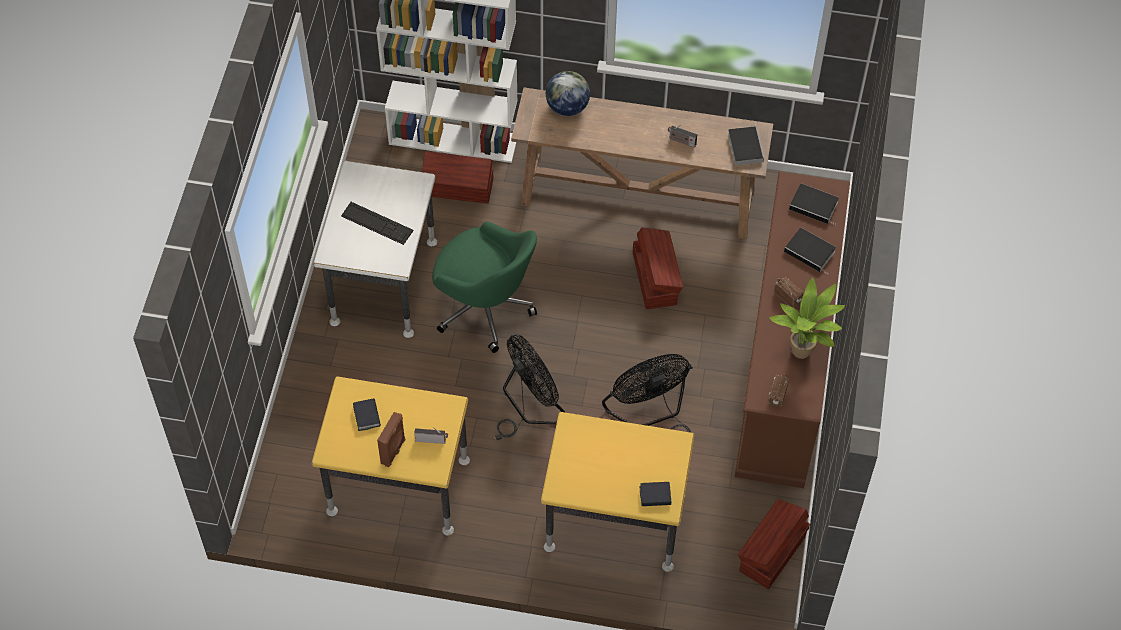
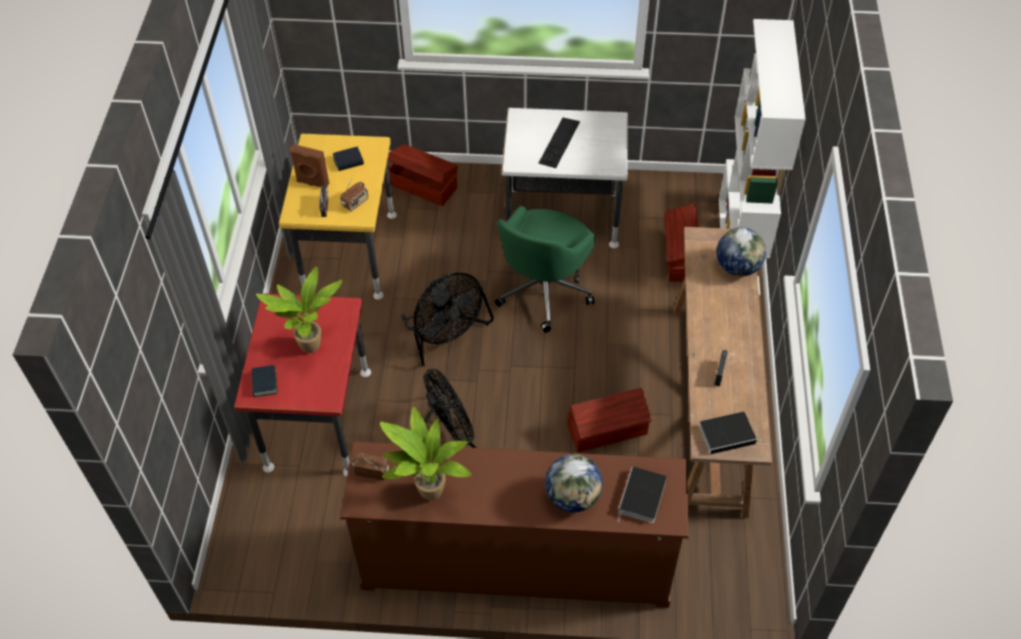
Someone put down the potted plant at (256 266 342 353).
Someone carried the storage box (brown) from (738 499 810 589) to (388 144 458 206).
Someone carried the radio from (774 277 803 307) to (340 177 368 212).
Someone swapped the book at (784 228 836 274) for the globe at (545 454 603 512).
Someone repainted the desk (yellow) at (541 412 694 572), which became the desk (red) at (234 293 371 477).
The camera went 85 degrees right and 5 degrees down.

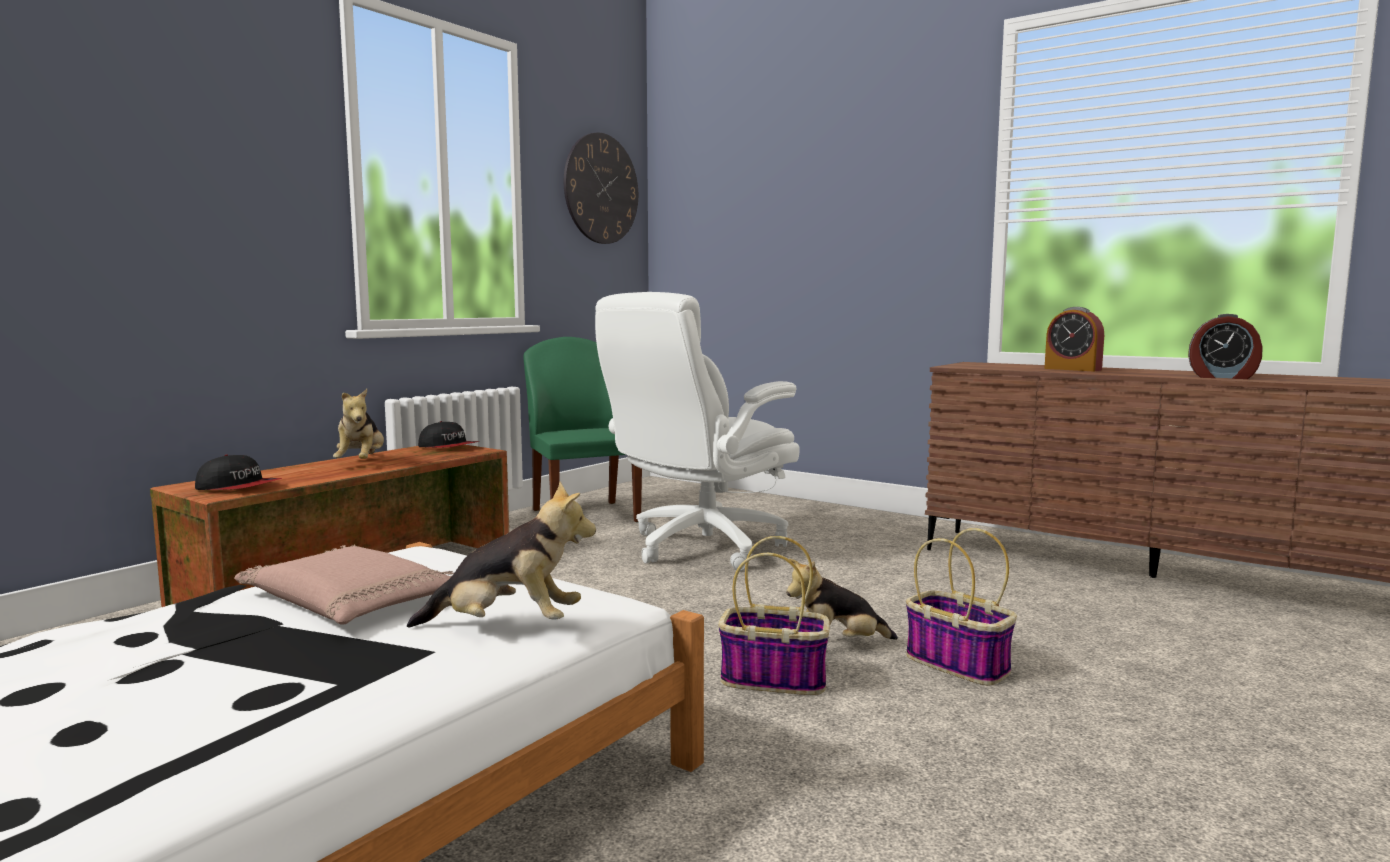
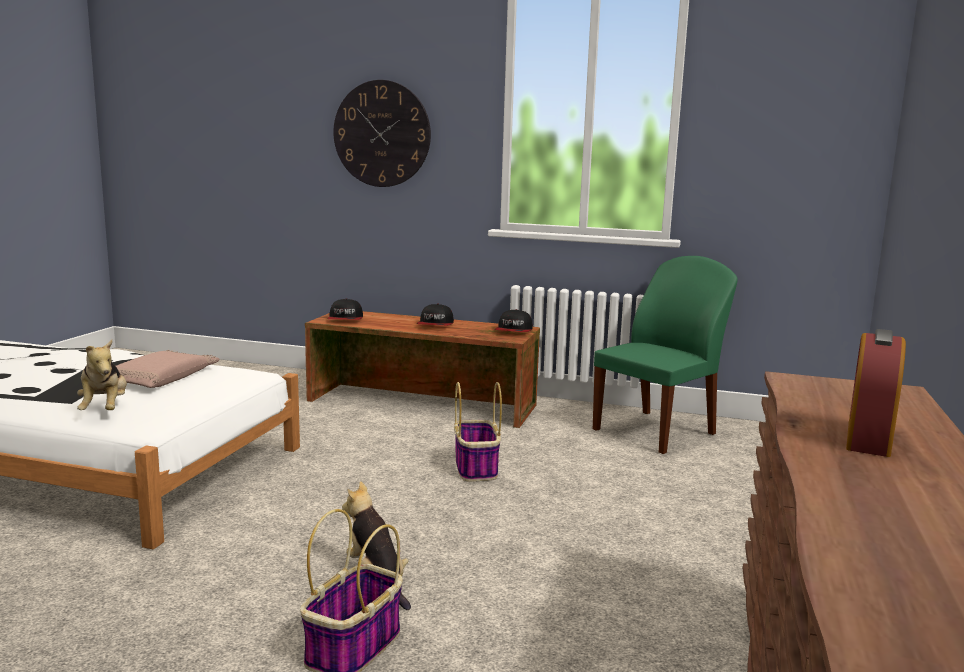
Someone took away the office chair (white) at (595 292 800 571).
Someone took away the alarm clock at (1188 314 1263 379).
Someone carried the wall clock from (564 132 638 244) to (333 80 431 187).
Someone carried the basket from (718 536 830 695) to (454 382 502 482).
Someone swapped the plush toy at (333 389 384 459) for the cap at (417 304 454 326).
The camera went 70 degrees right and 5 degrees up.

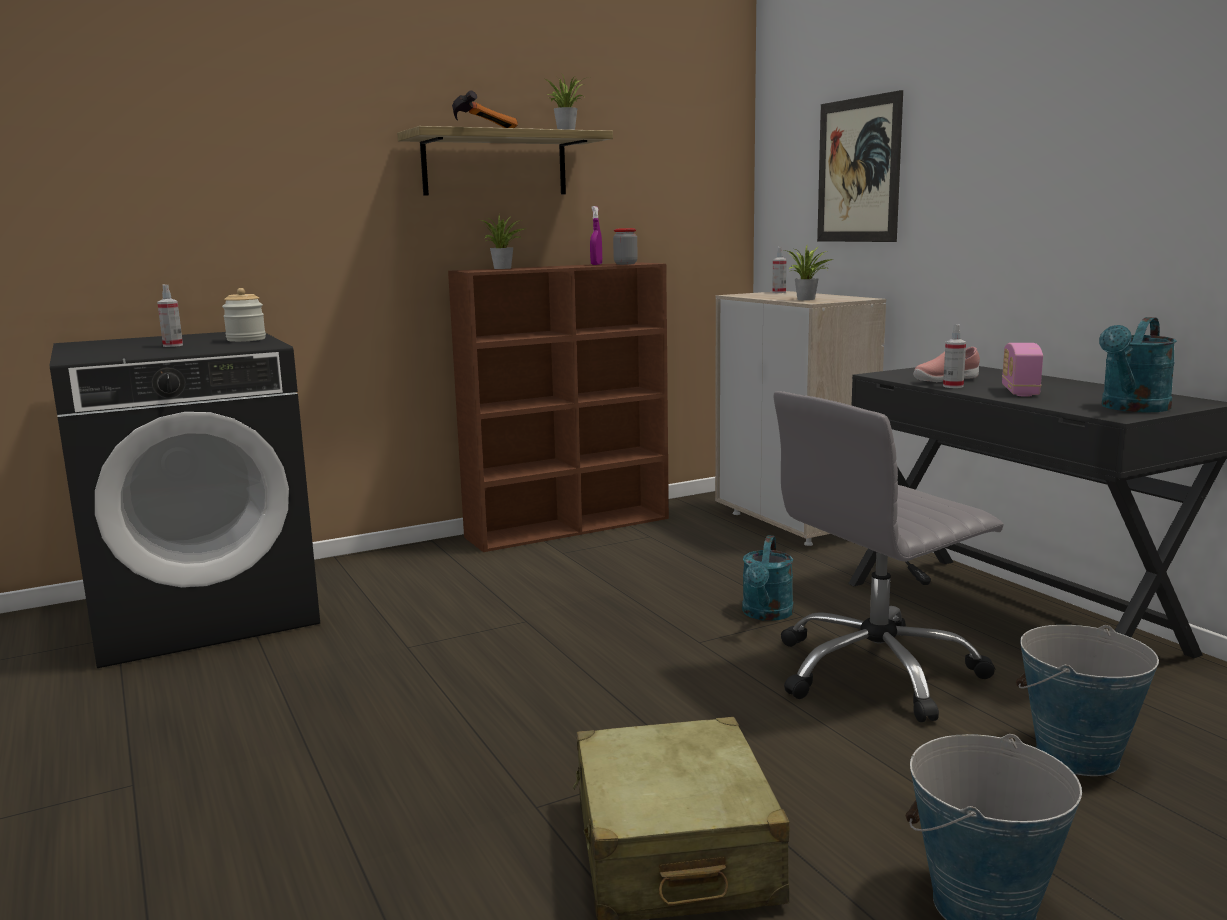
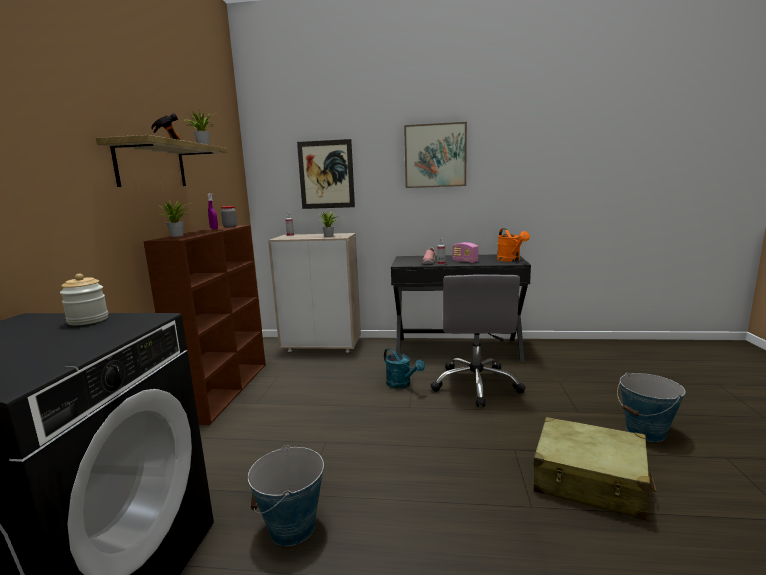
Someone took away the spray bottle at (157 285 183 347).
Someone put up the picture at (404 122 467 188).
Someone carried the bucket from (1016 625 1159 776) to (248 445 324 546).
Someone repainted the watering can (turquoise) at (1099 317 1177 413), which became the watering can (orange) at (497 228 530 262).
The camera went 55 degrees left and 0 degrees up.

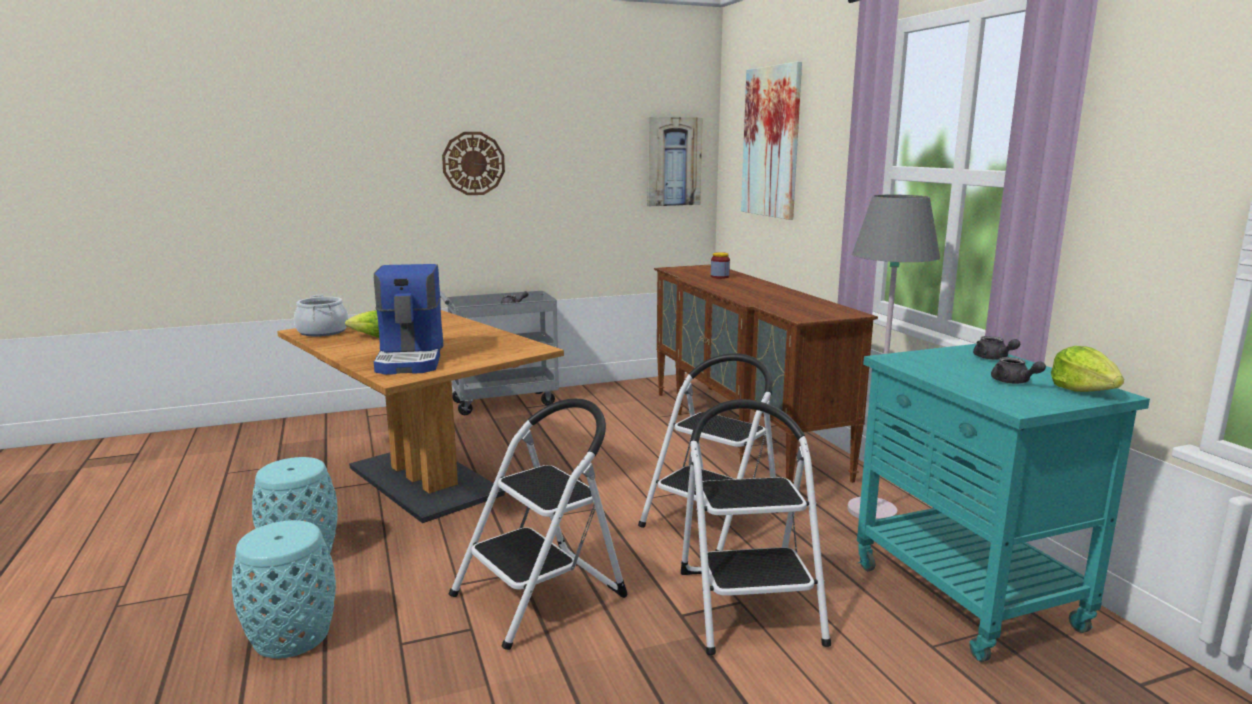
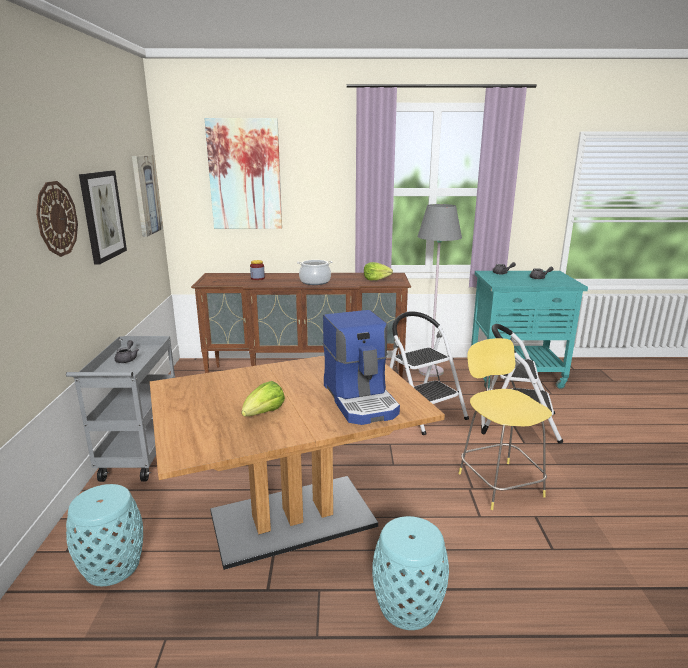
Someone put up the picture at (79 171 127 265).
Someone carried the stool (turquoise) from (232 520 336 658) to (66 484 143 586).
Someone carried the cooking pot from (294 295 348 337) to (297 260 332 285).
Someone carried the lettuce from (1051 346 1124 392) to (364 262 393 280).
Someone swapped the step ladder at (449 399 627 650) for the stool (yellow) at (458 338 552 510).
Someone rotated the coffee machine at (374 264 443 375) by 60 degrees clockwise.
The camera went 70 degrees left and 5 degrees up.

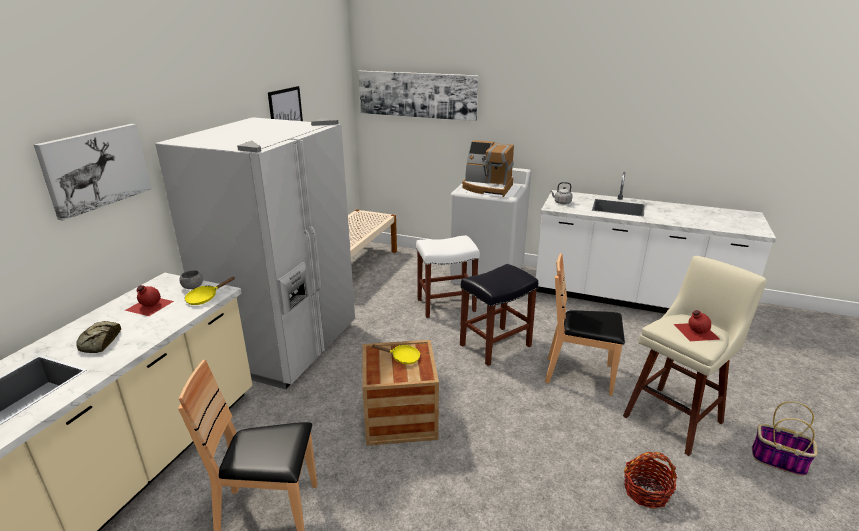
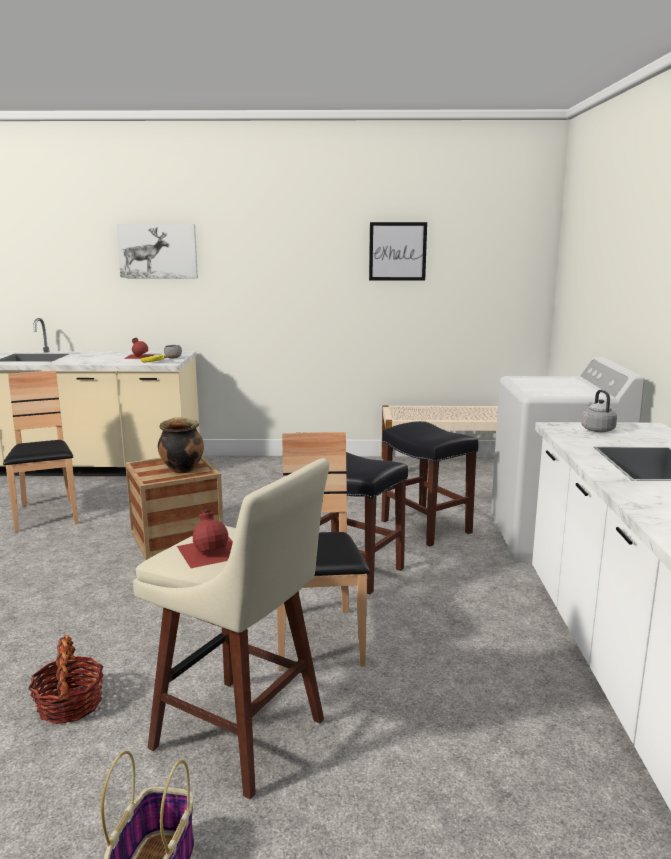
Someone took away the bread at (76 321 121 353).
Someone took away the fridge (white) at (155 117 355 390).
Someone took away the picture at (358 71 478 121).
Someone took away the coffee machine at (462 140 514 197).
Someone swapped the frying pan (yellow) at (372 344 420 364) for the cooking pot at (158 417 204 474).
Someone repainted the stool (white) at (416 235 480 318), which became the stool (black) at (381 421 479 547).
The camera went 70 degrees right and 10 degrees down.

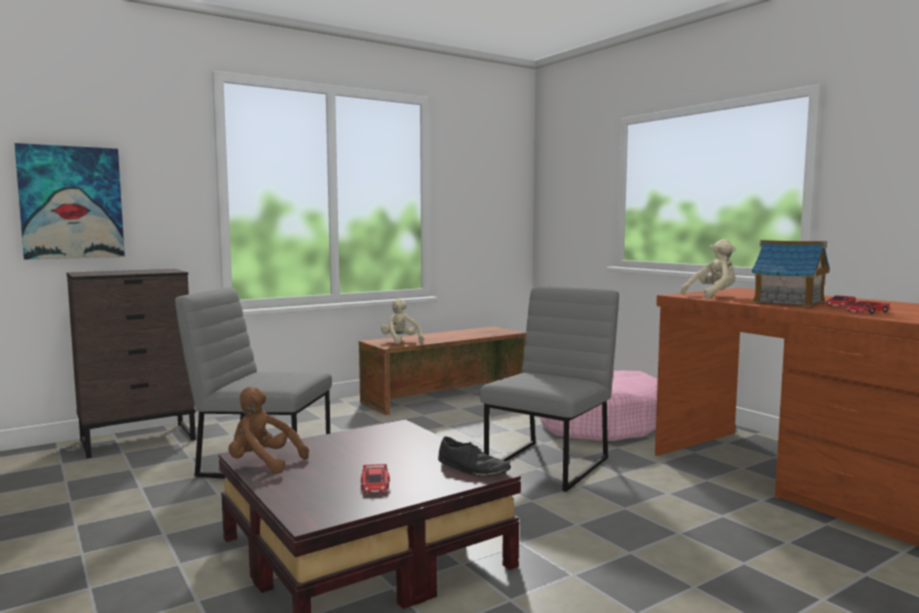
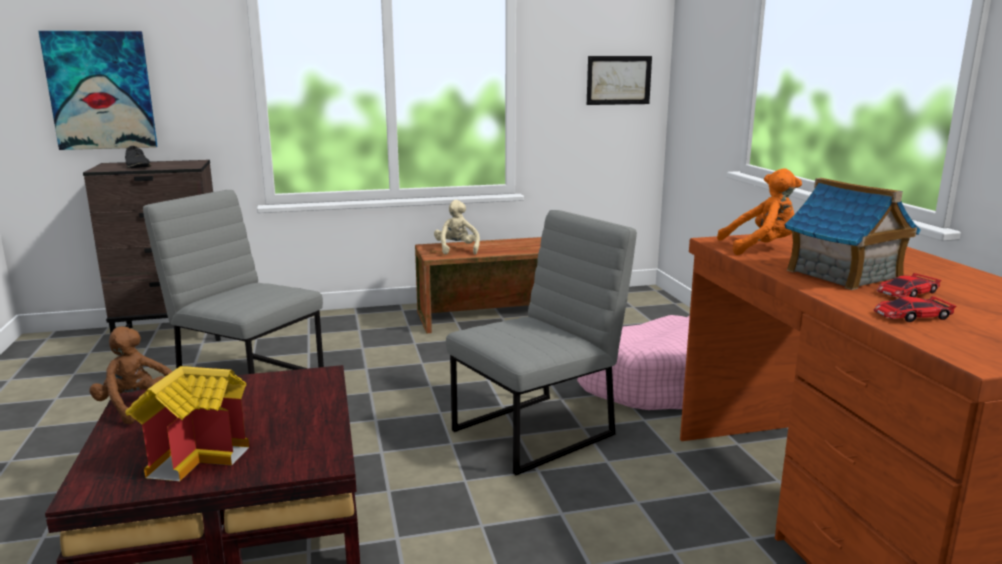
Someone put up the picture at (587 56 652 105).
Someone carried the shoe (black) from (438 436 511 477) to (125 146 151 168).
Someone swapped the toy car at (361 464 390 493) for the toy house at (125 366 249 481).
Someone repainted the plush toy (beige) at (680 239 736 299), which became the plush toy (orange) at (717 169 802 255).
The camera went 20 degrees right and 10 degrees up.

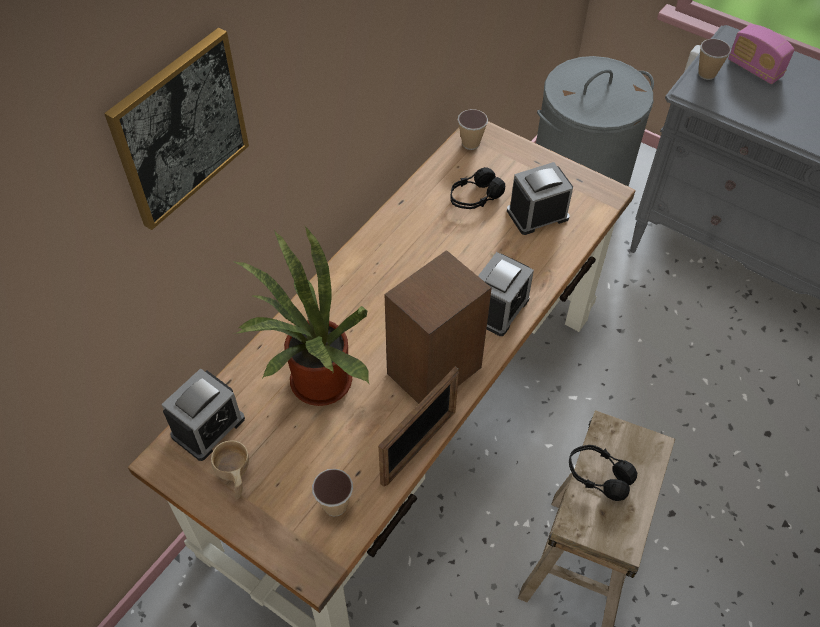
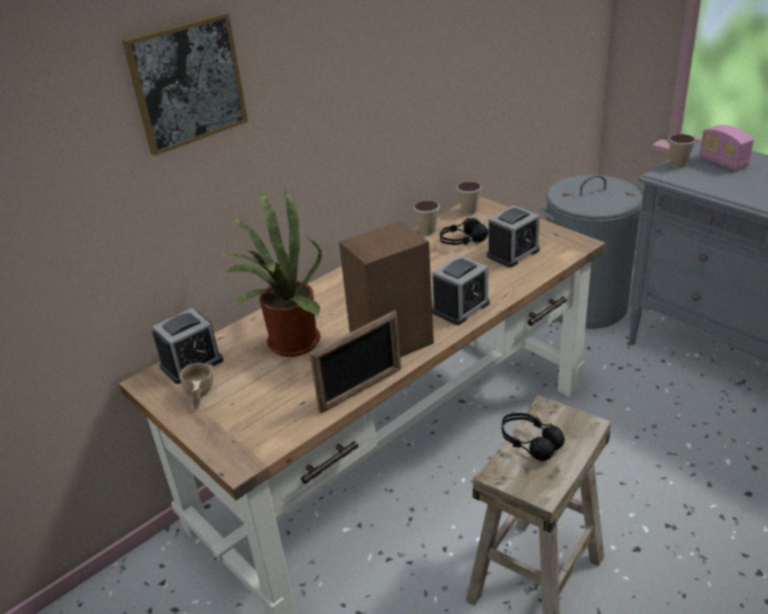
Someone carried the cup from (312 469 353 517) to (414 200 440 235).
Someone rotated the alarm clock at (507 162 573 235) by 150 degrees clockwise.
The camera went 15 degrees right and 20 degrees down.

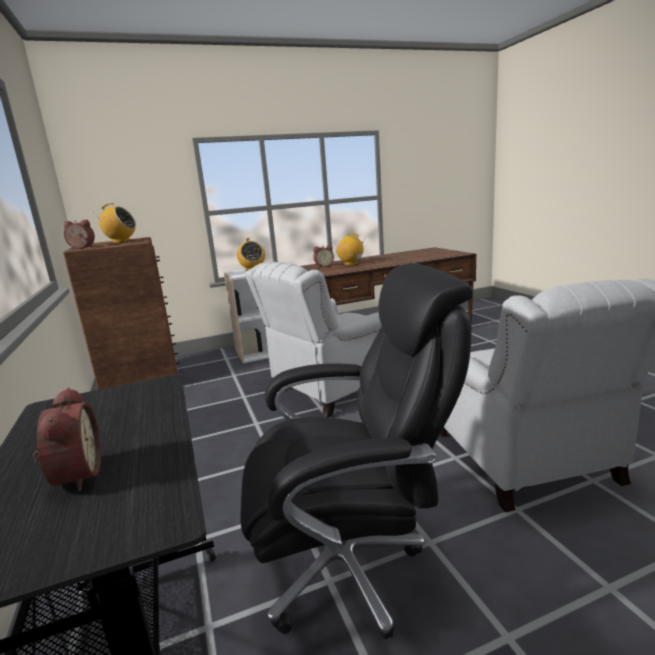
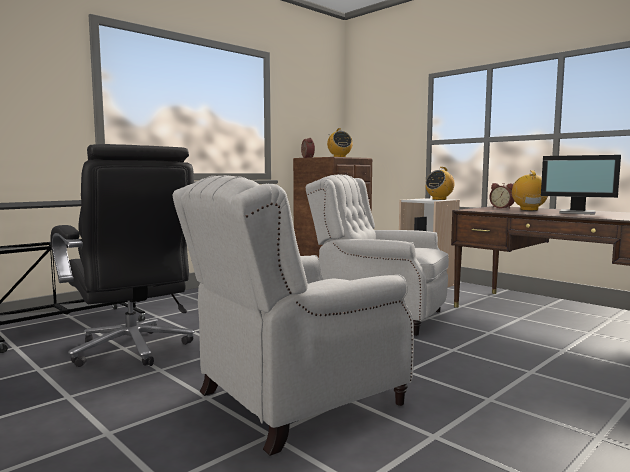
Someone took away the alarm clock at (33 388 101 492).
Someone put down the monitor at (541 155 621 215).
The camera went 65 degrees right and 10 degrees down.

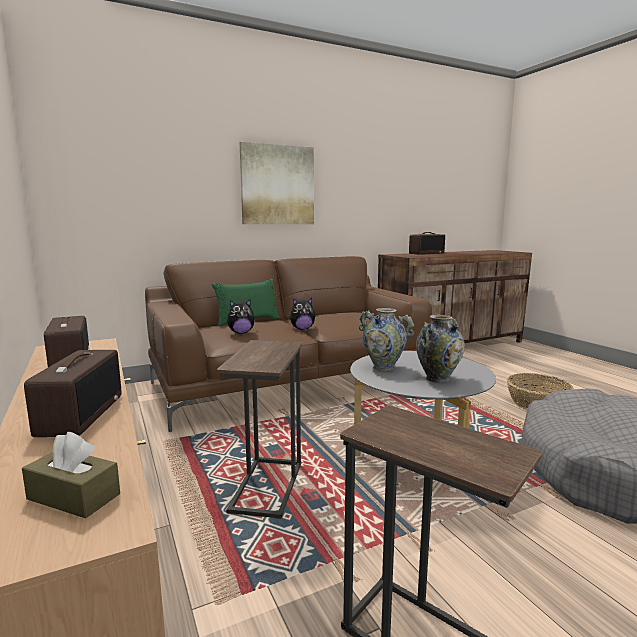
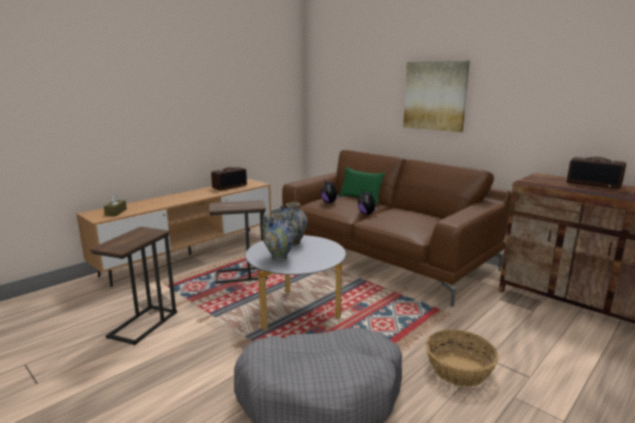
Someone took away the radio at (24 350 122 437).
The camera went 70 degrees right and 5 degrees up.

